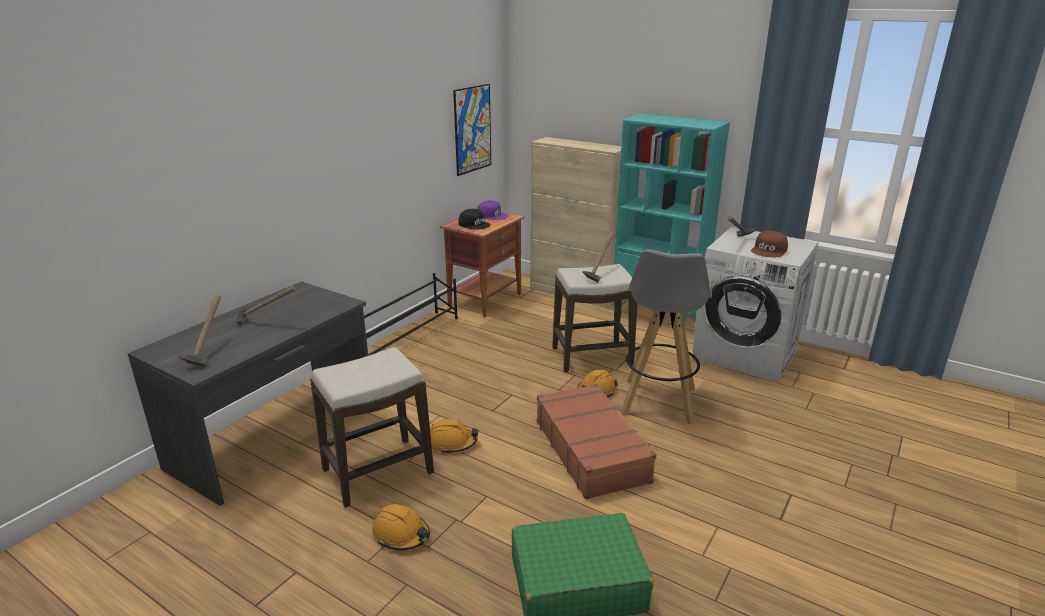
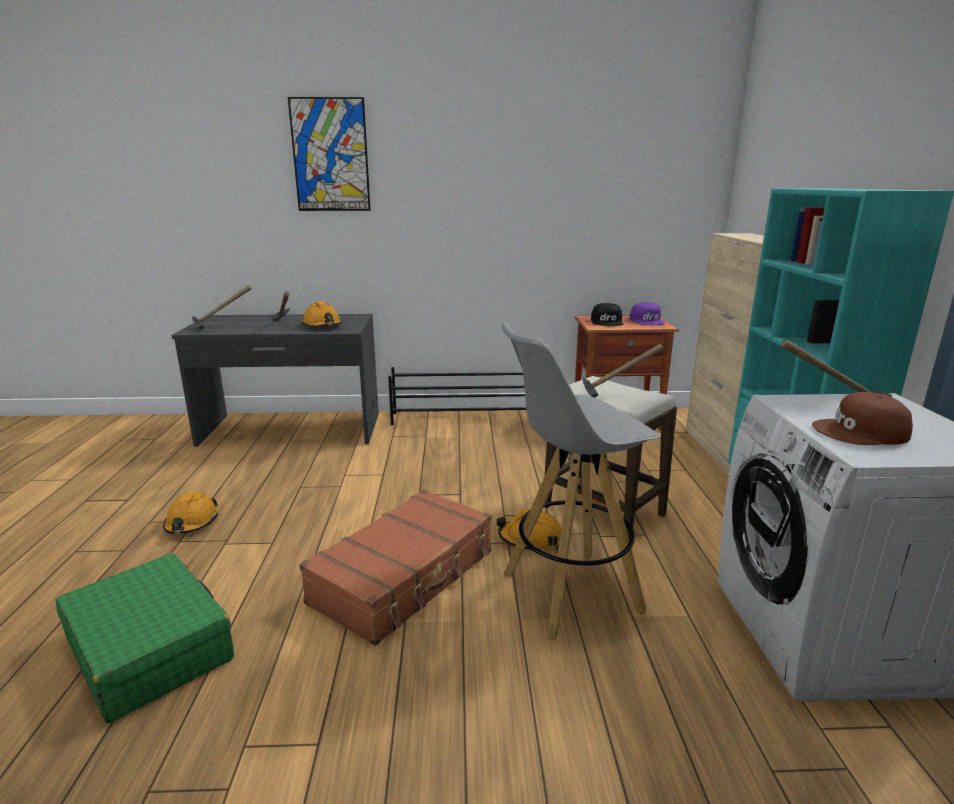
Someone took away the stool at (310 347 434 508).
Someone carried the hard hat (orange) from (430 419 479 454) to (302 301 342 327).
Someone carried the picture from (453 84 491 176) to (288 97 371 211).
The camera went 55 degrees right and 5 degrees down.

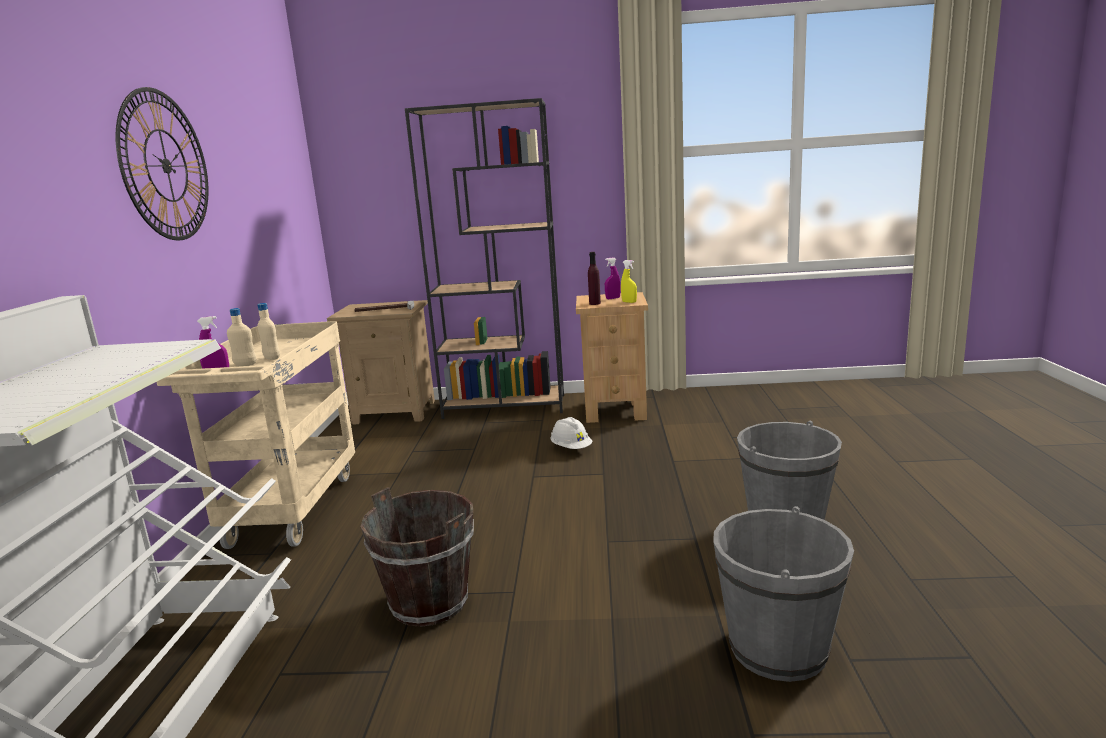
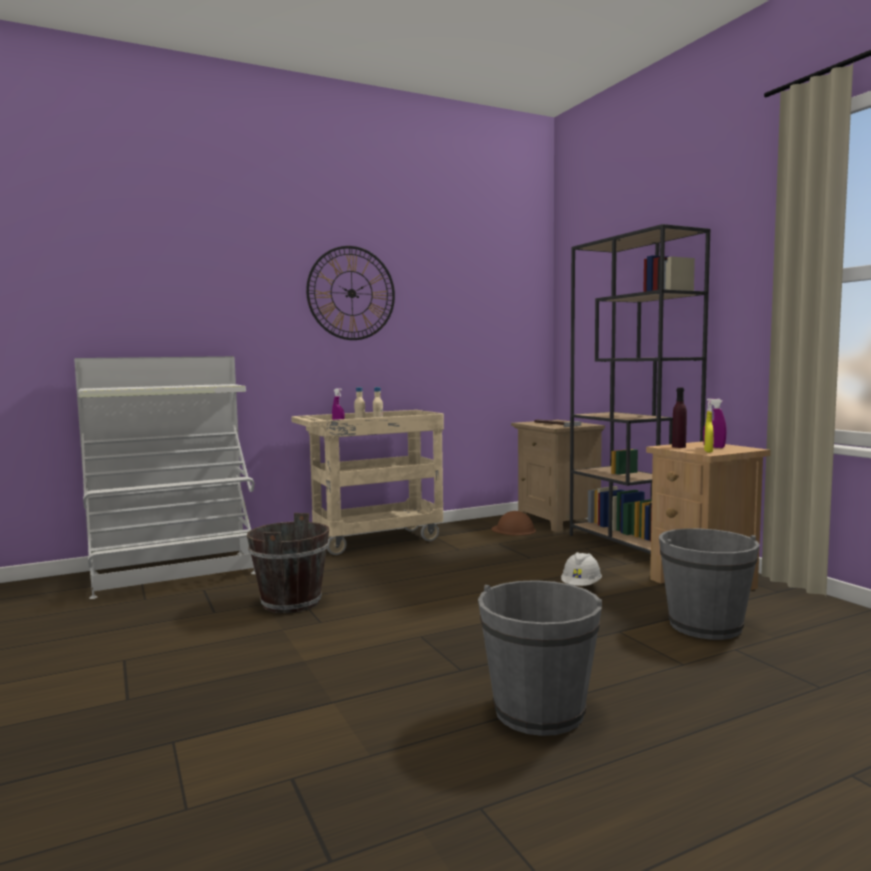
Someone put down the hard hat (brown) at (491 511 536 536).
Someone carried the bucket (grey) from (713 506 854 682) to (659 528 760 640).
The camera went 60 degrees right and 10 degrees down.

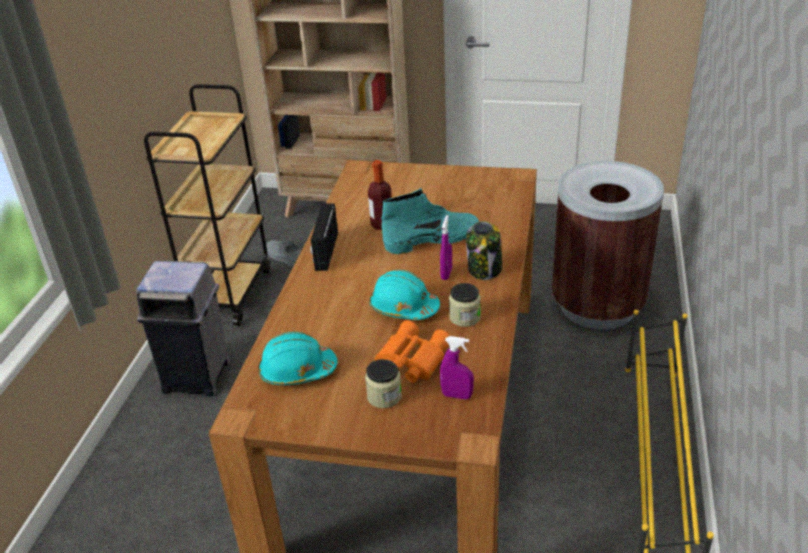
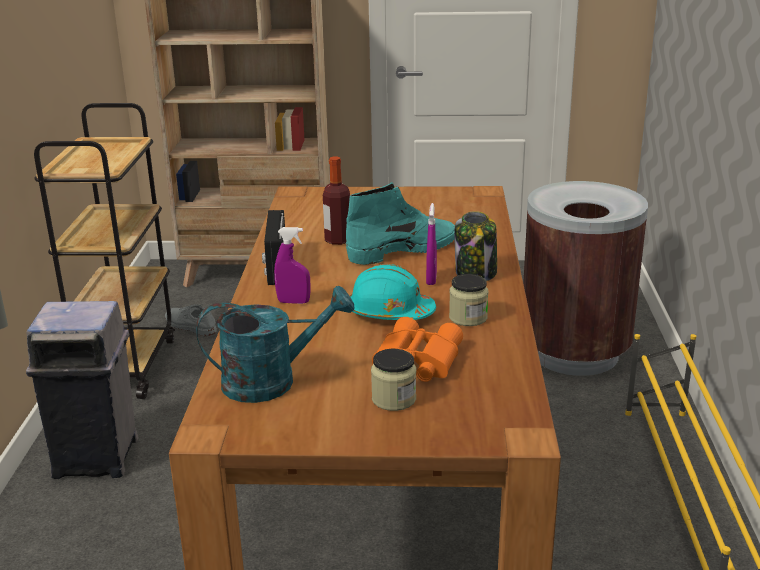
Someone carried the spray bottle (purple) from (440 336 474 399) to (274 227 311 304).
Someone swapped the hard hat (turquoise) at (258 332 337 385) for the watering can (turquoise) at (196 286 355 403).
The camera went 10 degrees left and 10 degrees down.

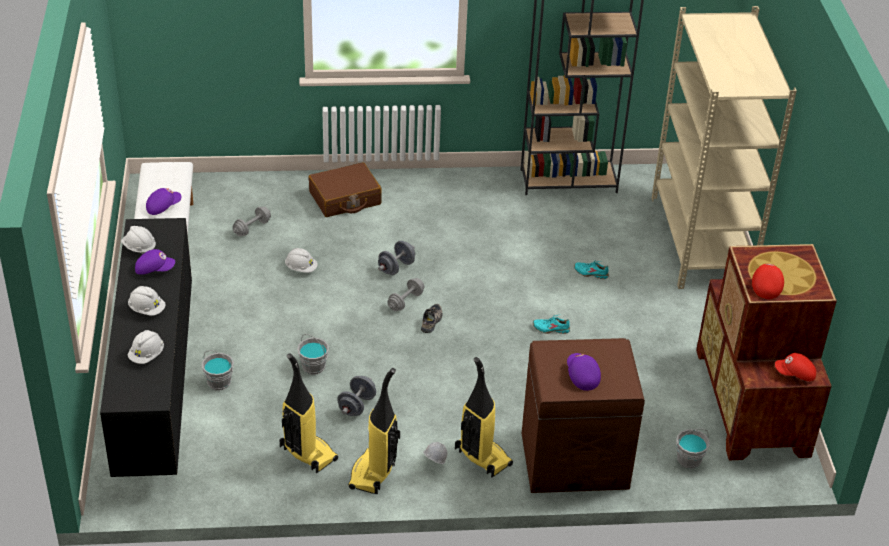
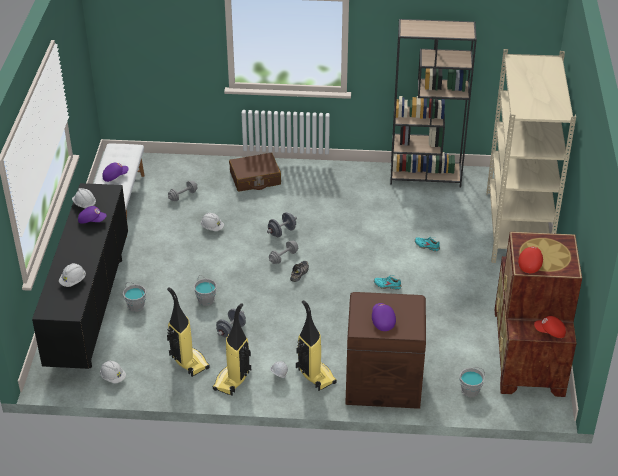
Someone carried the hard hat (white) from (128 286 166 316) to (100 360 126 383).
The camera went 10 degrees right and 0 degrees up.

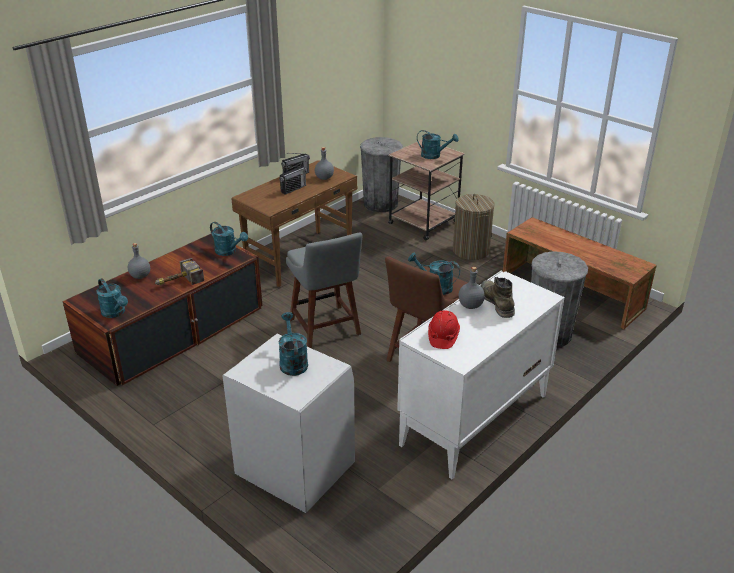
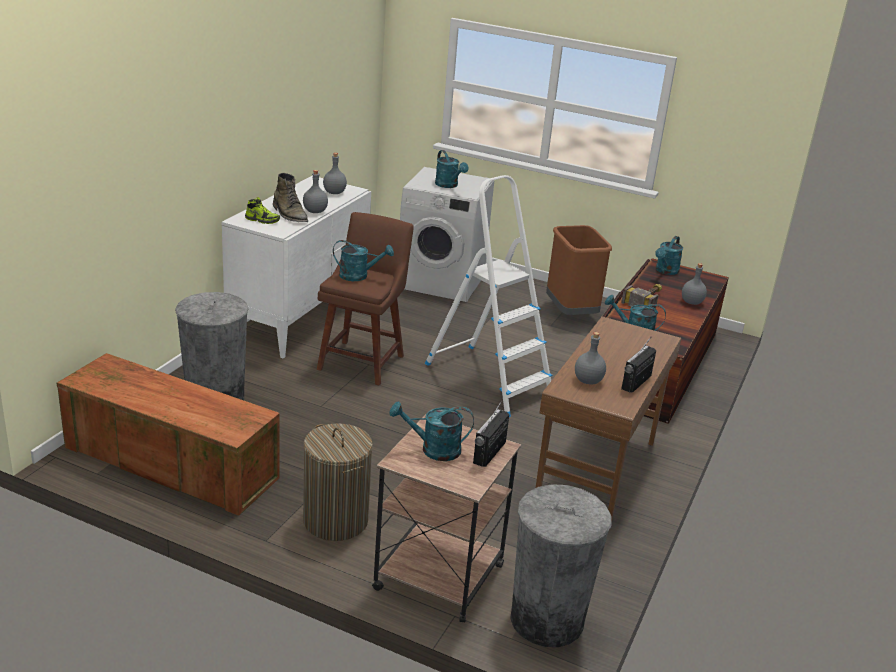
Someone put down the shoe at (245 197 280 224).
Someone put down the trash can (brown) at (546 225 612 315).
Someone carried the radio from (279 166 307 195) to (473 400 509 467).
Someone swapped the stool (grey) at (286 232 363 348) for the step ladder (white) at (425 175 552 417).
Someone swapped the hard hat (red) at (428 310 460 349) for the bottle (grey) at (323 153 347 194).
Someone rotated the watering can (turquoise) at (97 278 128 318) by 90 degrees counterclockwise.
The camera went 160 degrees right and 5 degrees down.

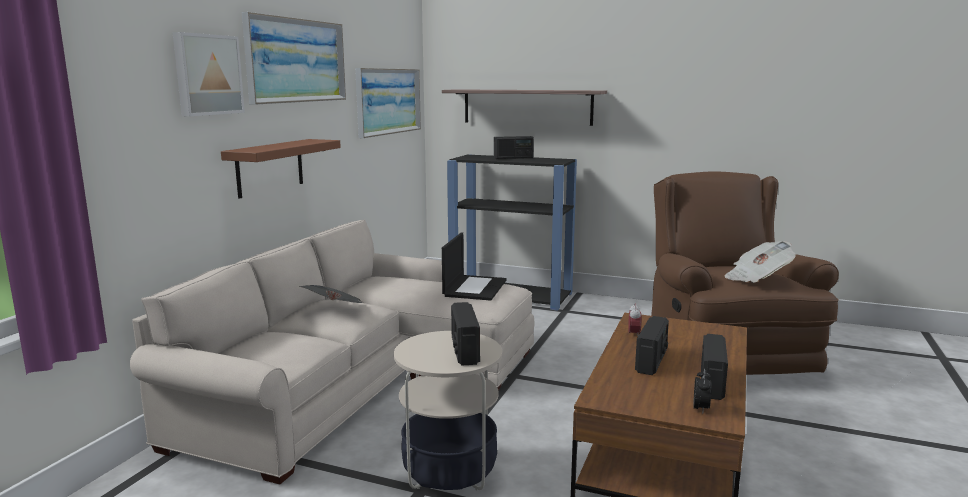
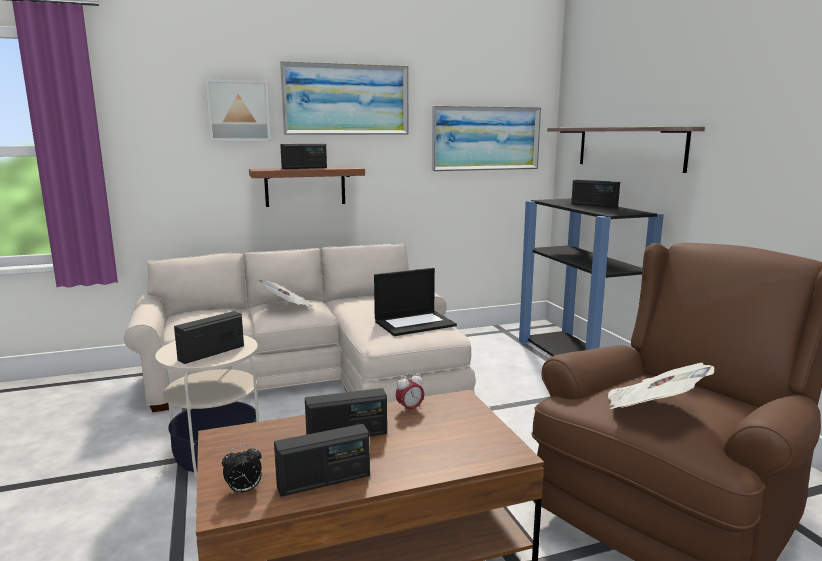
Someone put down the radio at (280 144 327 169).
The camera went 50 degrees right and 0 degrees up.

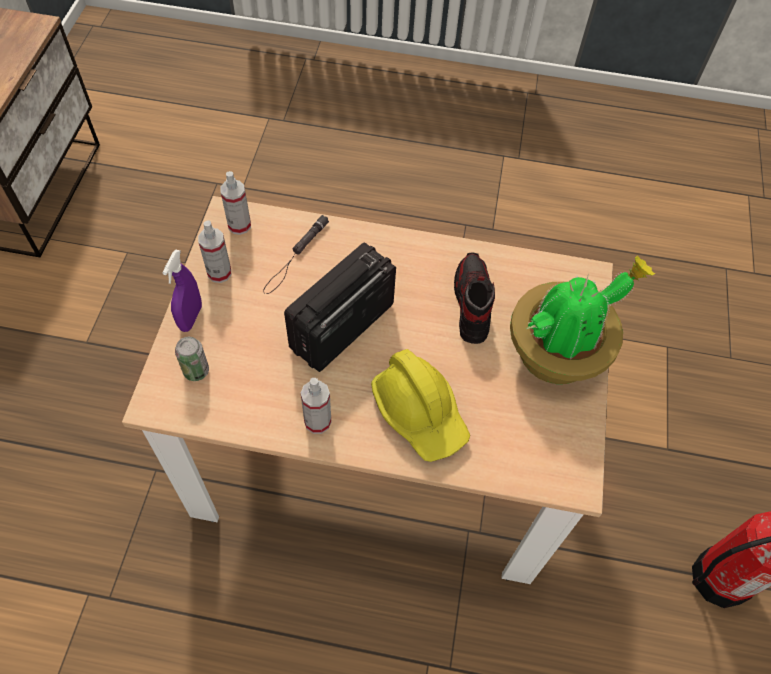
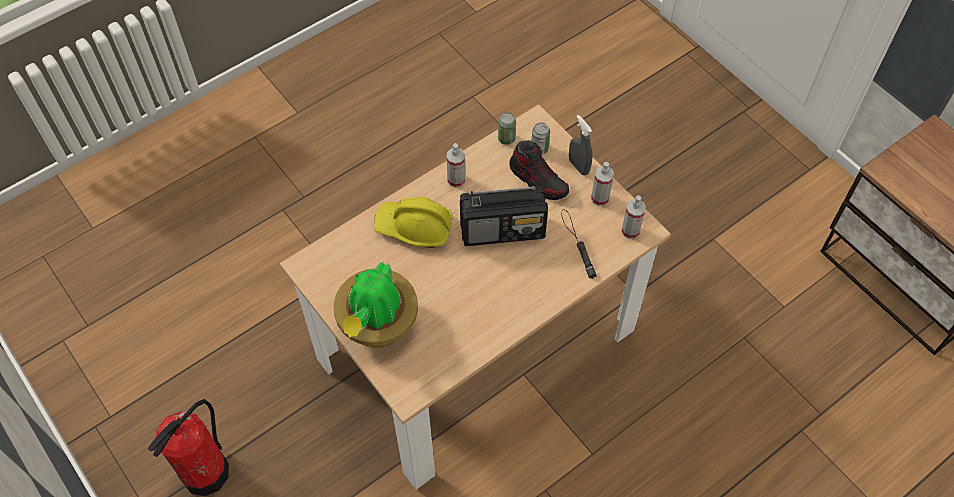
Someone put down the can at (498 112 516 145).
Someone carried the shoe from (454 252 495 344) to (509 140 569 200).
Someone repainted the spray bottle (purple) at (163 249 202 332), which became the spray bottle (grey) at (569 115 592 175).
Someone rotated the radio at (284 242 396 372) by 90 degrees clockwise.
The camera went 135 degrees right and 0 degrees up.

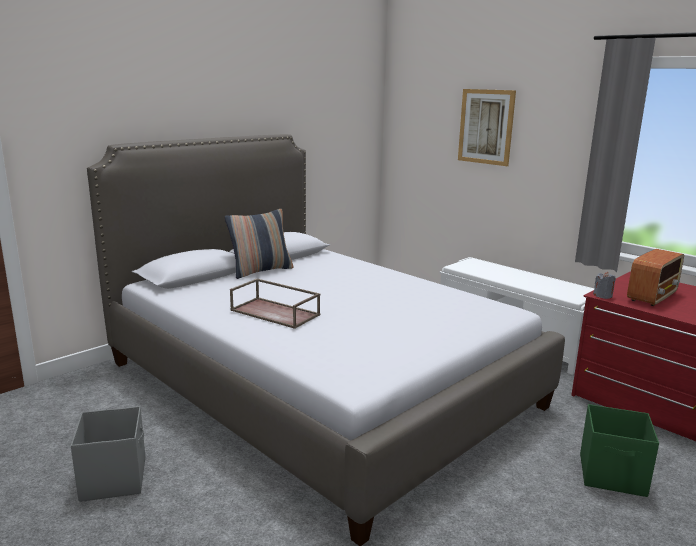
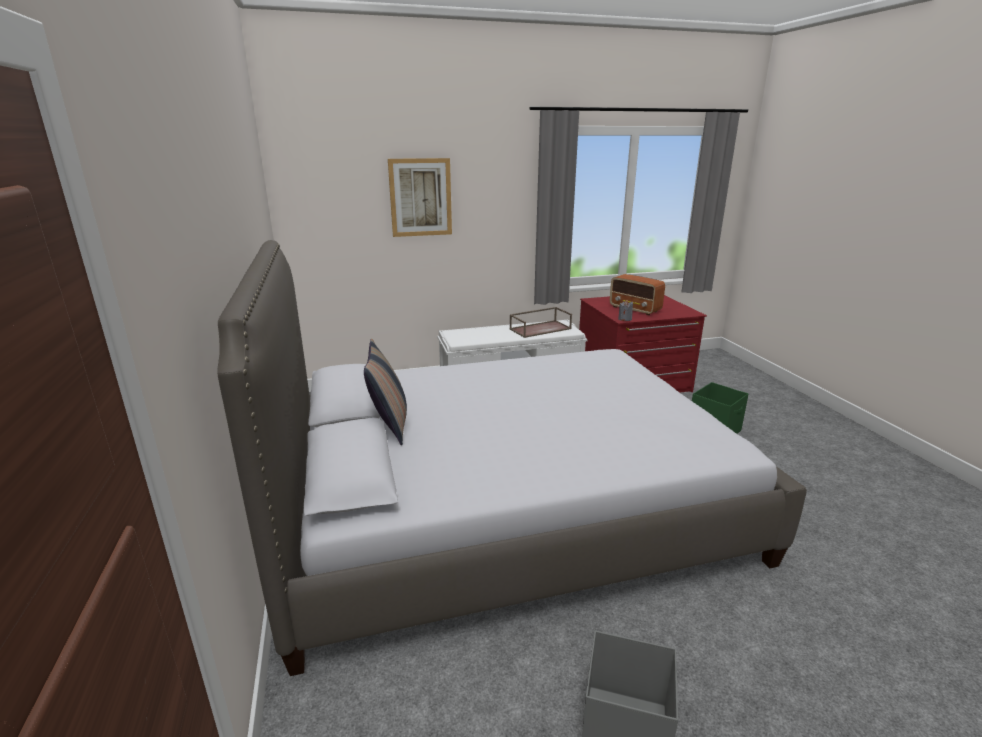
Someone carried the tray (brown) from (230 279 320 329) to (509 307 572 338).
Someone rotated the radio at (627 249 684 306) by 150 degrees clockwise.
The camera went 60 degrees left and 5 degrees up.

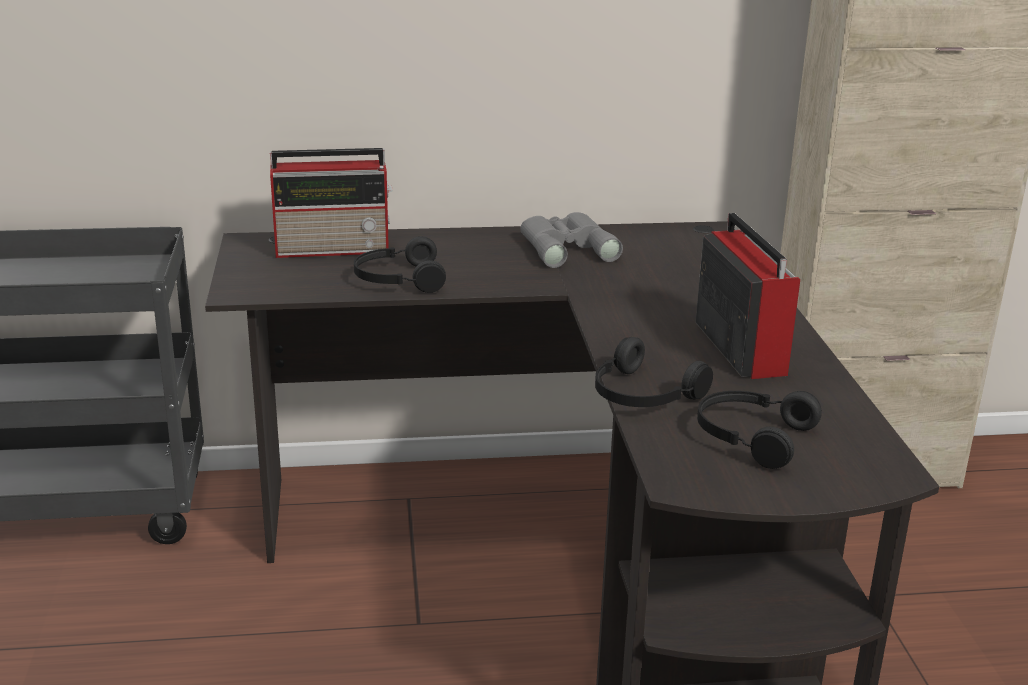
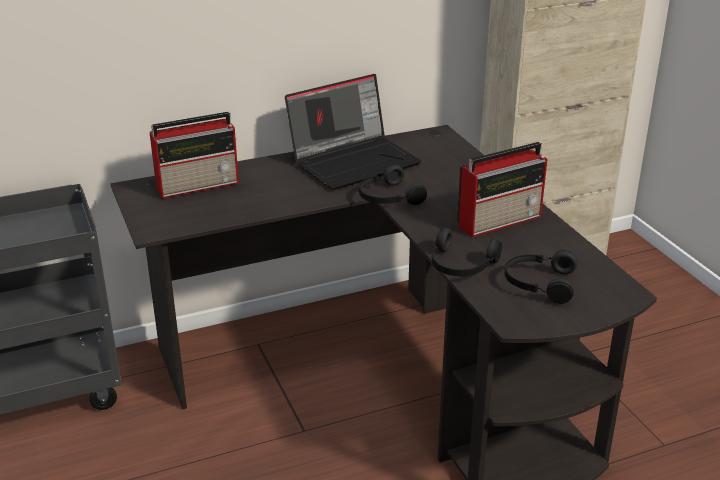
Someone carried the headphones (black) from (354 236 446 293) to (359 165 427 205).
Someone swapped the binoculars (grey) at (520 212 623 268) for the laptop at (285 74 422 190).
Someone rotated the radio at (695 213 800 379) by 90 degrees clockwise.
The camera went 15 degrees left and 5 degrees up.

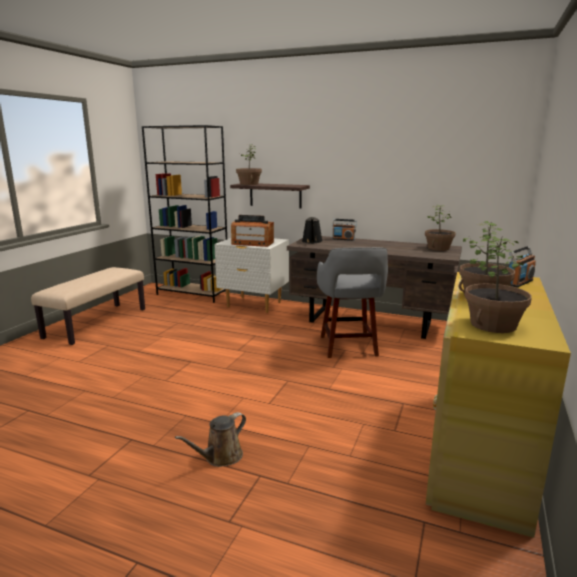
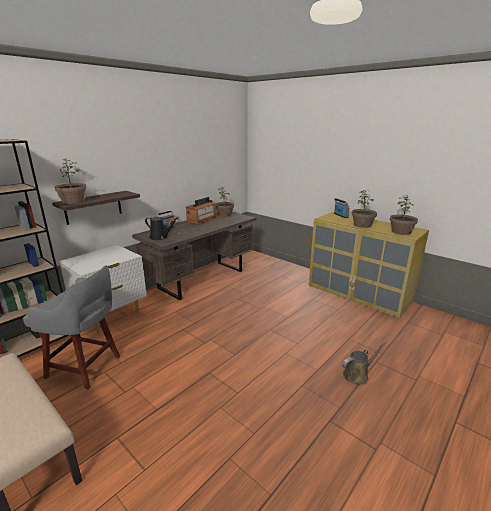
Someone carried the radio from (231 215 274 247) to (186 197 217 225).
Someone carried the stool (grey) from (317 247 388 358) to (23 265 120 390).
Someone rotated the watering can (brown) at (175 412 246 467) by 90 degrees counterclockwise.
The camera went 70 degrees left and 5 degrees up.

